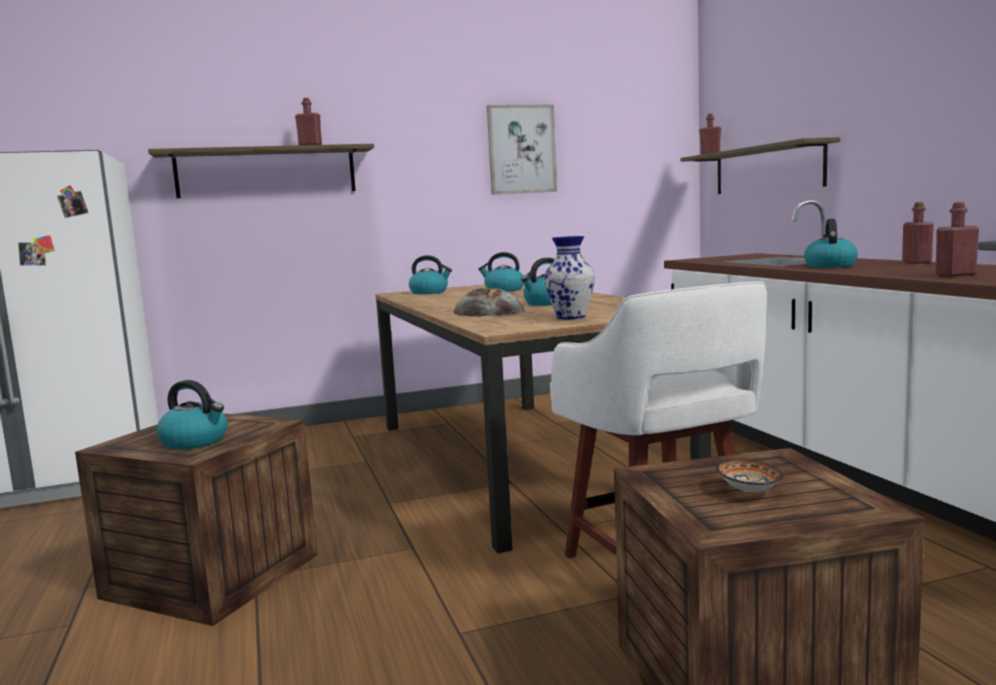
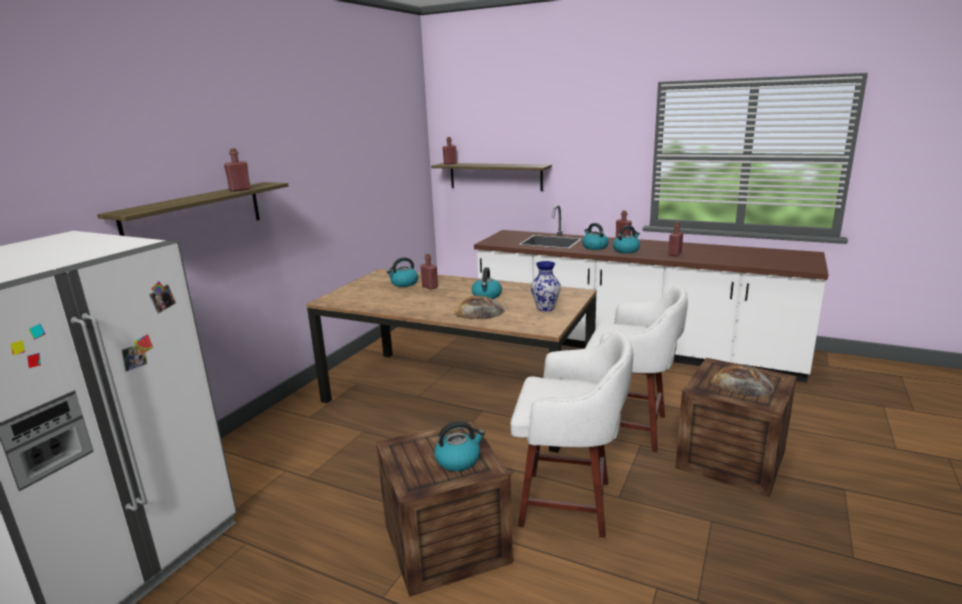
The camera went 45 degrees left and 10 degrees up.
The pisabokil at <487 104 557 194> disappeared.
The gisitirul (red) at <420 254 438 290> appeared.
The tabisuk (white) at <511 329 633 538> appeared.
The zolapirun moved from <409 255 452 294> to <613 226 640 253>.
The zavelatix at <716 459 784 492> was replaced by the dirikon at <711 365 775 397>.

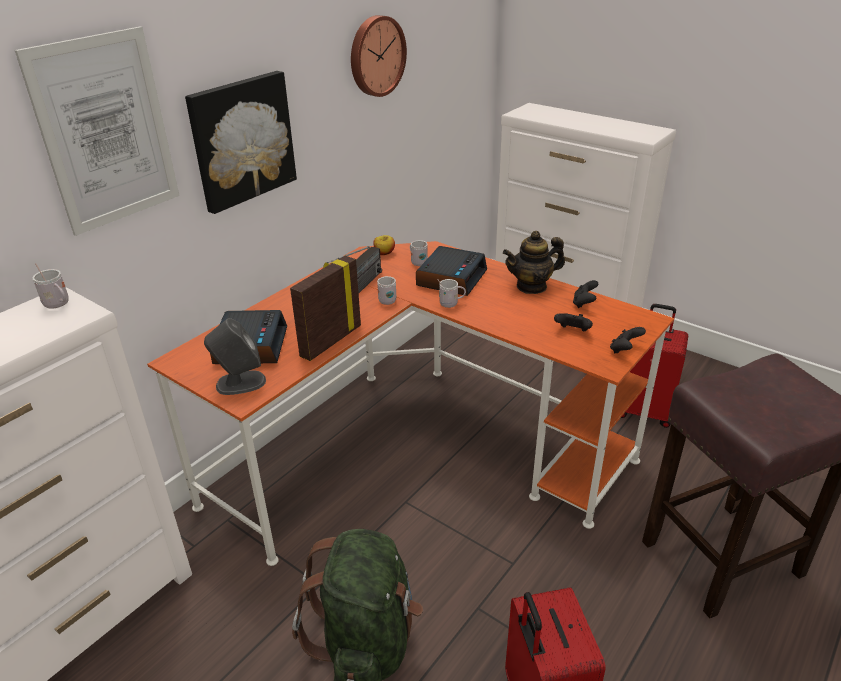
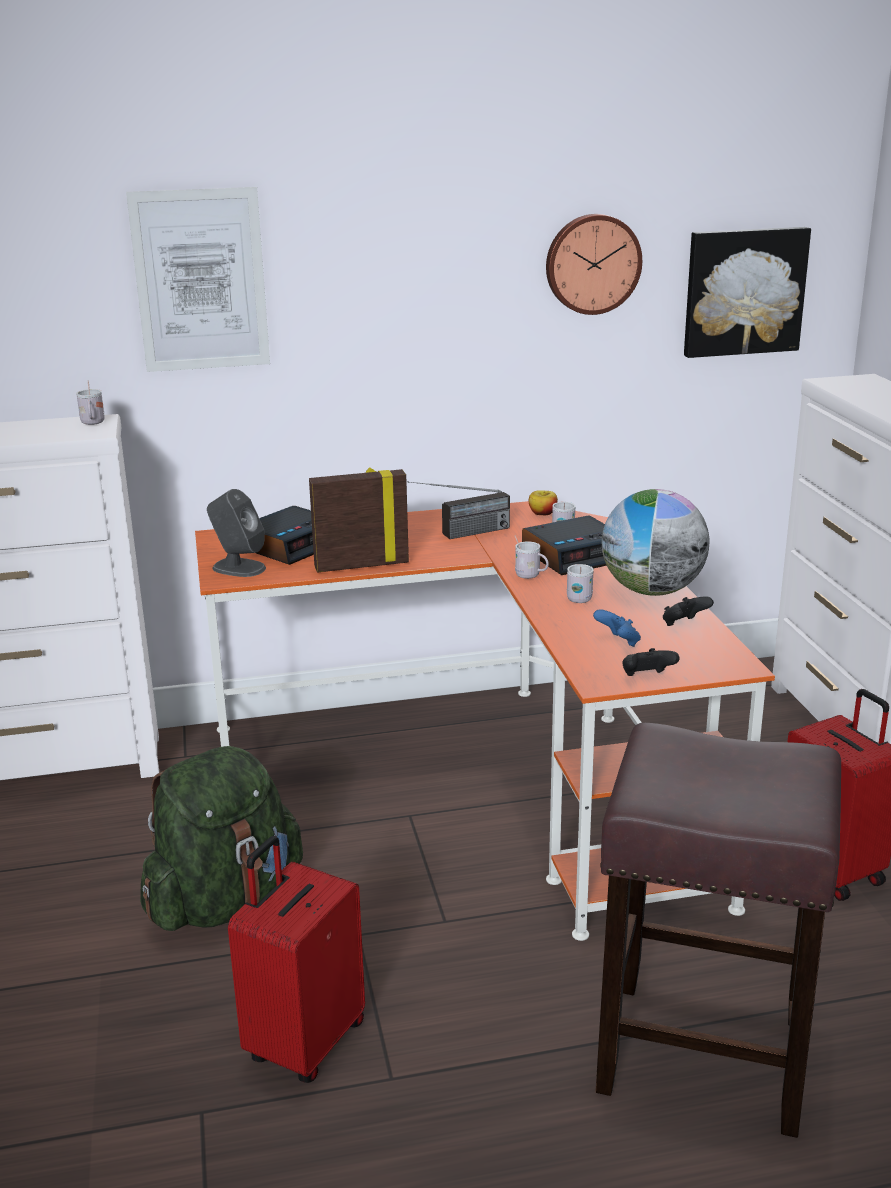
The camera went 40 degrees right and 10 degrees down.
The pisabokil moved from <185 71 297 214> to <684 227 811 358>.
The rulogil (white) moved from <377 276 397 305> to <567 564 594 603>.
The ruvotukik at <503 231 565 294> was replaced by the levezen at <602 489 709 596>.
The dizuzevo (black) at <554 313 593 331> became the dizuzevo (blue) at <593 609 641 647>.

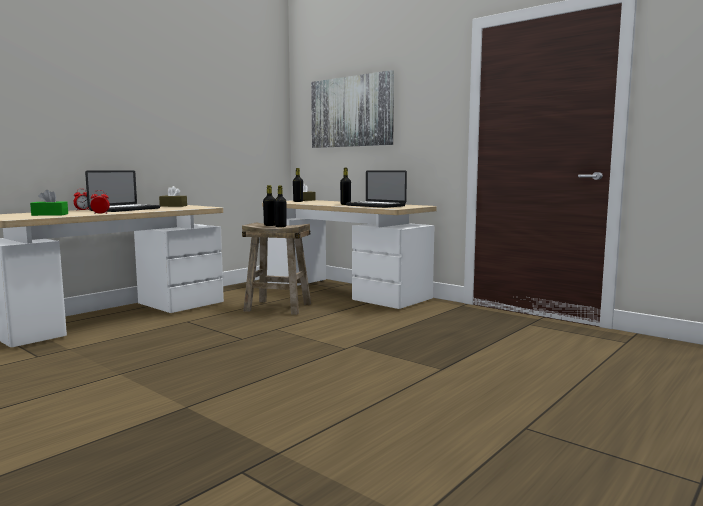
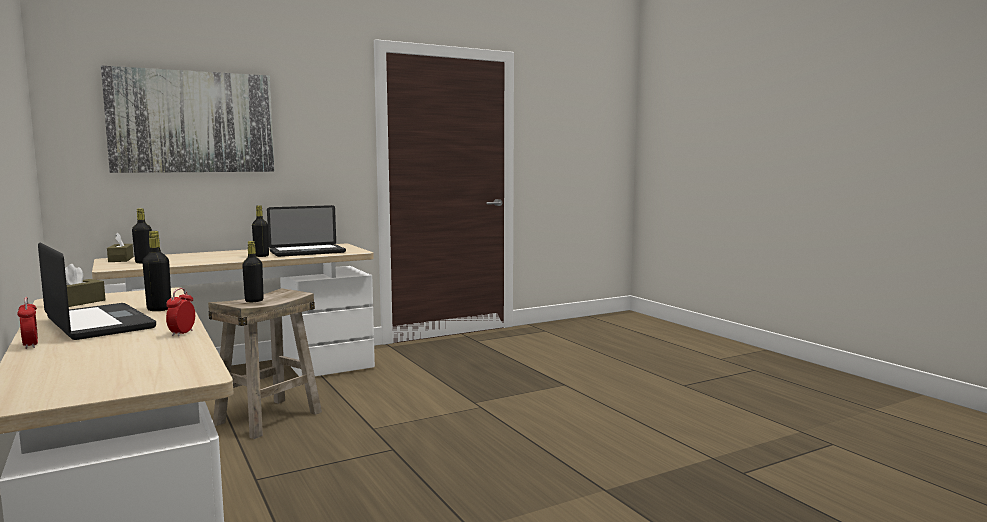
The camera went 70 degrees left and 0 degrees up.
The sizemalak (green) at <30 190 68 216> disappeared.
The gisitirul (black) moved from <274 186 287 227> to <142 231 171 311>.

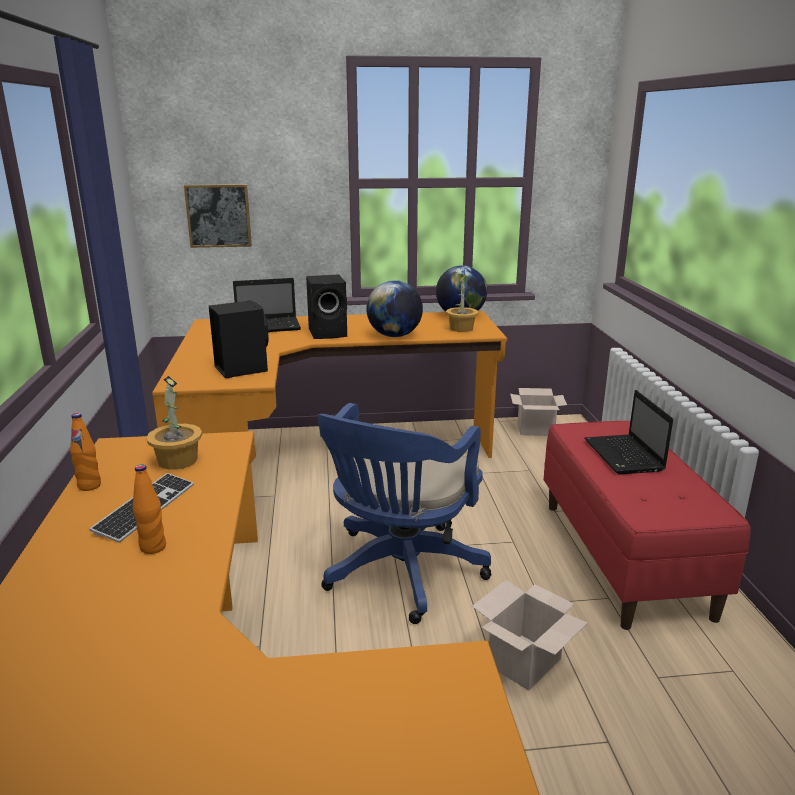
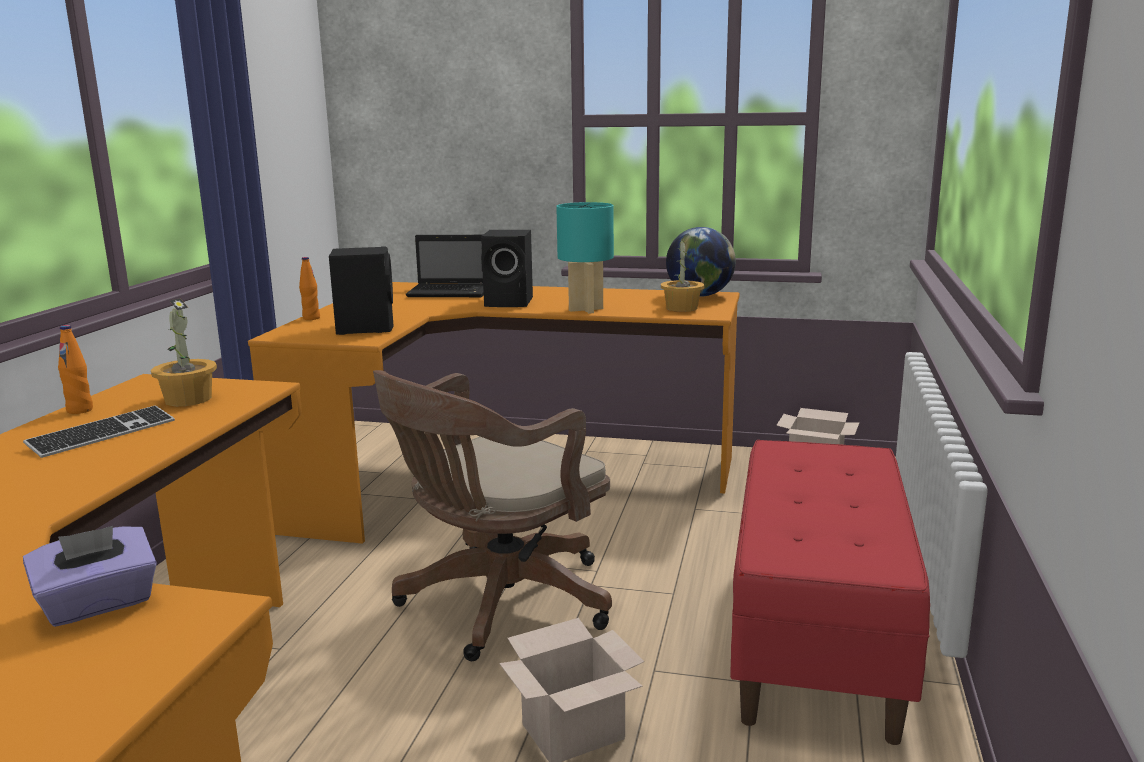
The camera went 20 degrees right and 5 degrees down.
The pisabokil at <184 184 252 248> disappeared.
The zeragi at <584 390 673 474> disappeared.
The sizemalak (purple) at <23 526 157 627> appeared.
The gisitirul (orange) moved from <133 465 166 554> to <299 257 320 320>.
The levezen at <366 280 423 337> was replaced by the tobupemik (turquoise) at <556 202 614 314>.
The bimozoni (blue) at <318 403 491 624> became the bimozoni (brown) at <373 370 612 661>.

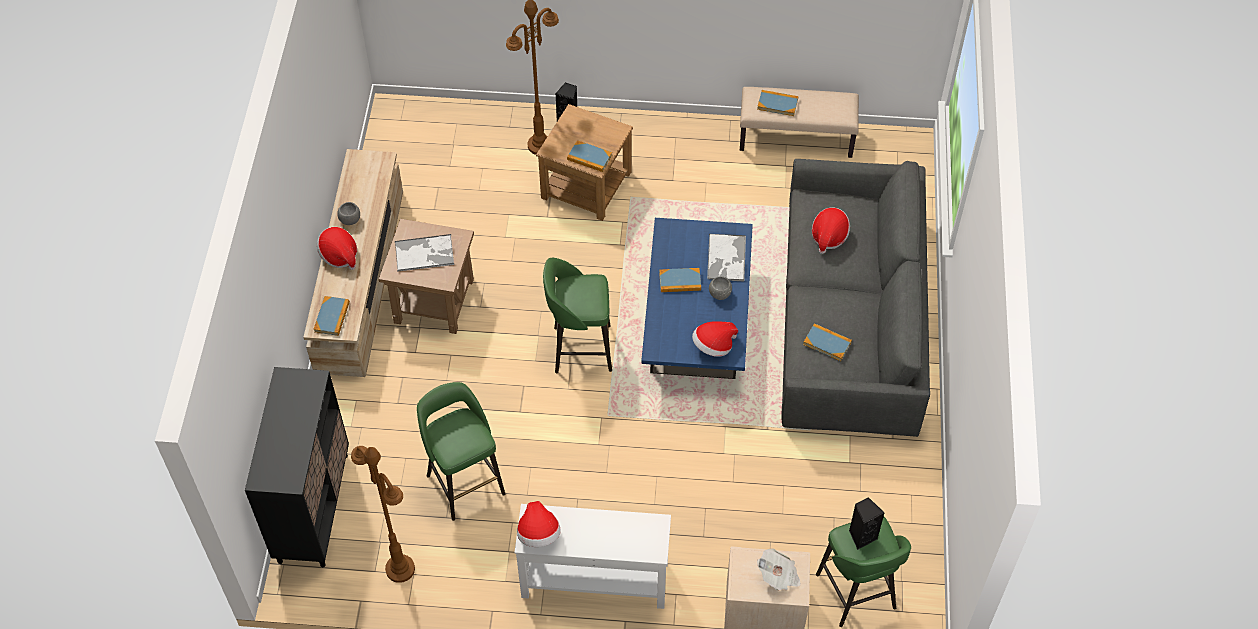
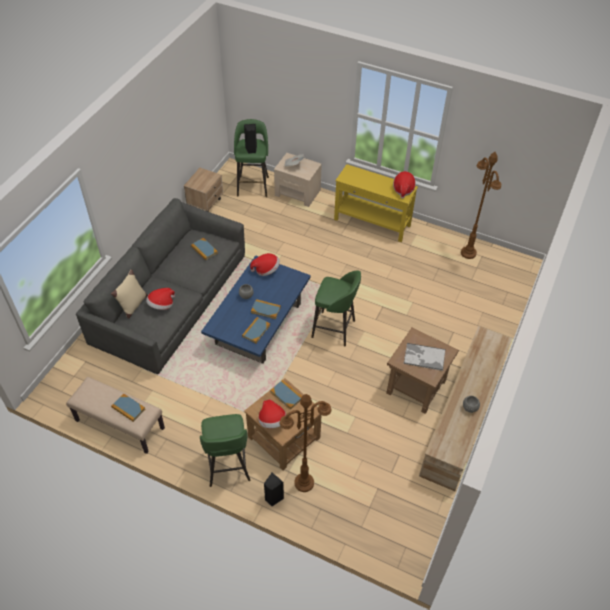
The camera went 160 degrees left and 5 degrees down.
The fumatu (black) at <245 367 349 567> disappeared.
The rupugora at <707 234 746 282> disappeared.
The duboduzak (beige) at <111 269 148 319> appeared.
The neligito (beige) at <184 168 223 212> appeared.
The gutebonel moved from <314 296 350 336> to <242 317 270 343>.
The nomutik moved from <317 227 357 270> to <258 399 286 428>.
The tabisuk (green) moved from <417 382 505 521> to <200 414 250 487>.
The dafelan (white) at <514 504 671 609> became the dafelan (yellow) at <334 164 418 242>.

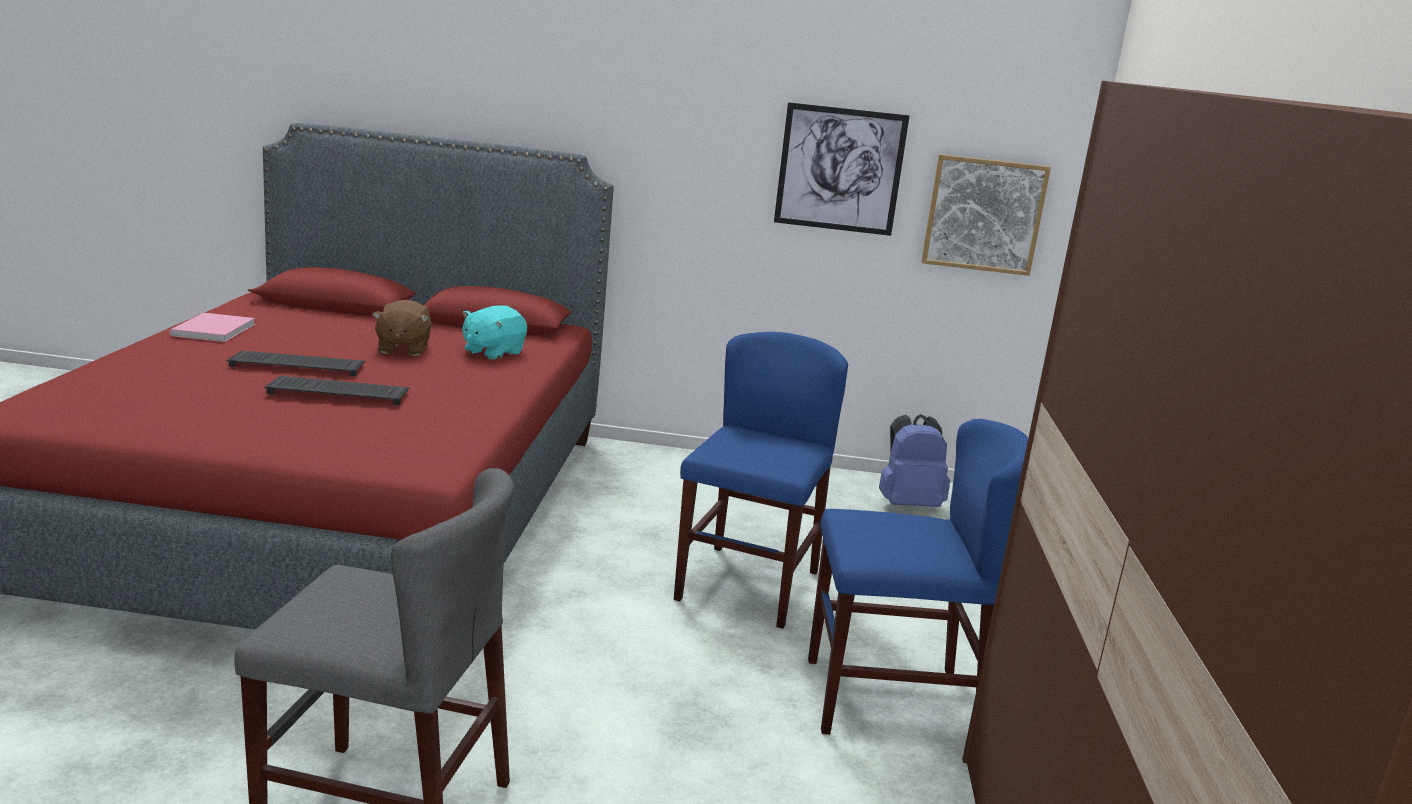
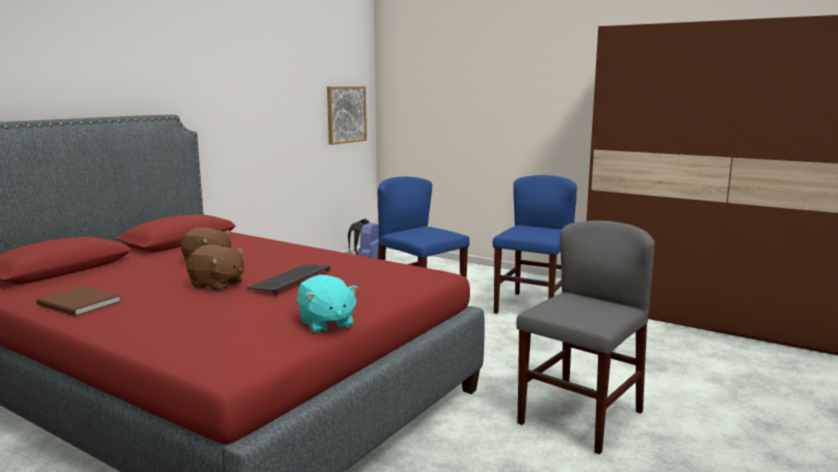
The camera went 60 degrees left and 5 degrees down.
The pisabokil at <774 102 909 236> disappeared.
The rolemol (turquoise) moved from <462 305 527 360> to <297 275 358 333>.
The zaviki at <227 351 365 376> was replaced by the rolemol (brown) at <186 245 244 291>.
The gutebonel (pink) at <169 313 255 342> became the gutebonel (brown) at <36 286 121 316>.

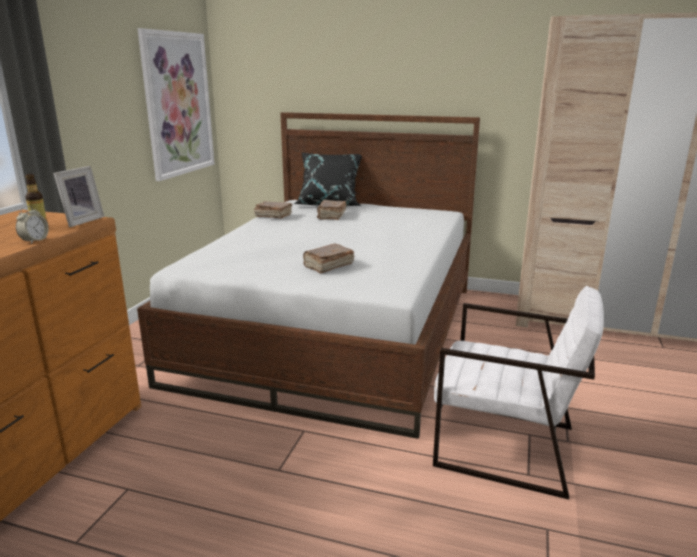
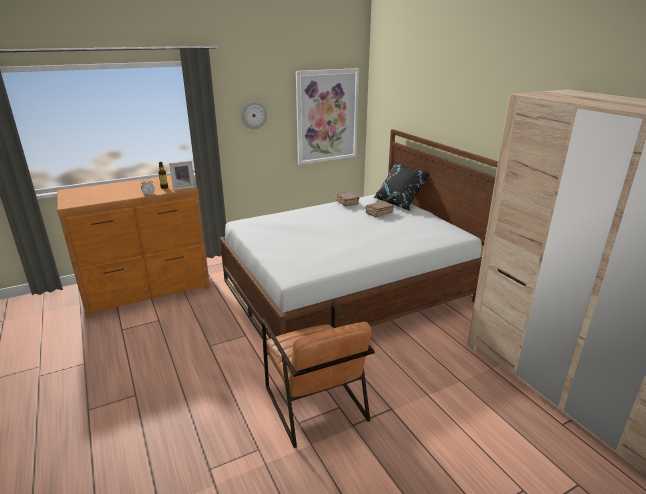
The camera went 45 degrees right and 5 degrees up.
The gutebonel (brown) at <303 243 354 274> disappeared.
The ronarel at <242 101 267 129> appeared.
The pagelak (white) at <433 286 604 500> became the pagelak (brown) at <261 302 375 448>.

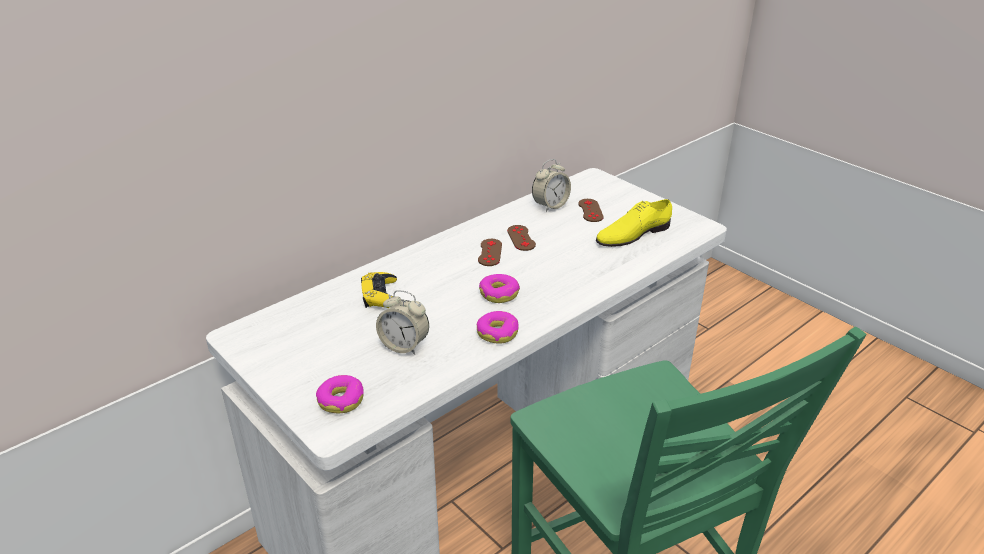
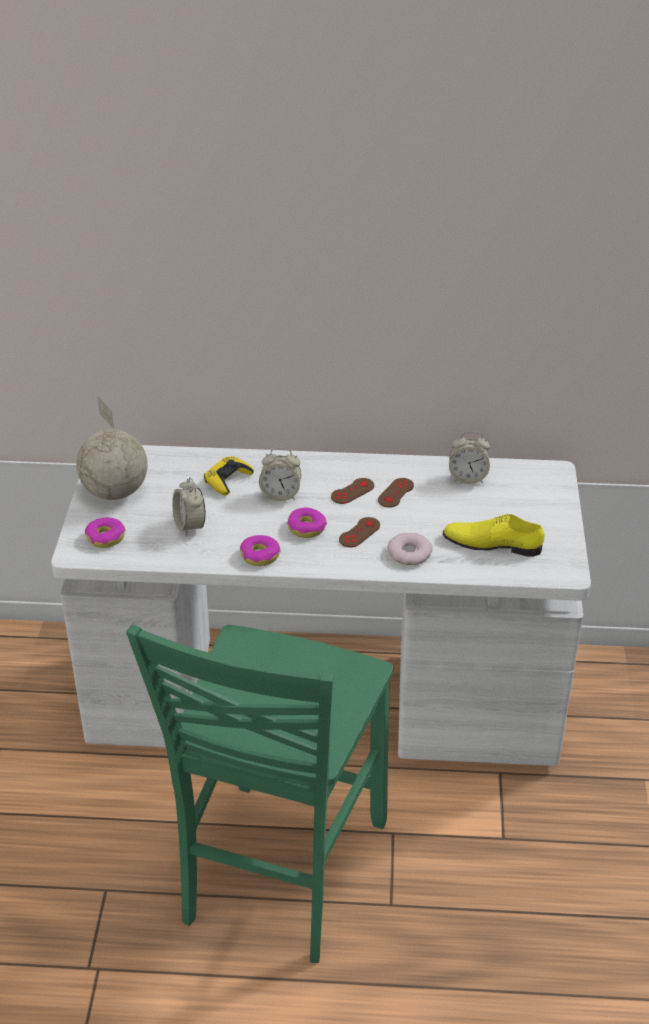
The camera went 45 degrees right and 5 degrees up.
The levezen at <76 395 148 500> appeared.
The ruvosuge at <259 448 301 501> appeared.
The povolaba at <387 533 432 565> appeared.
The dizuzevo (brown) moved from <578 199 604 222> to <339 517 380 547>.

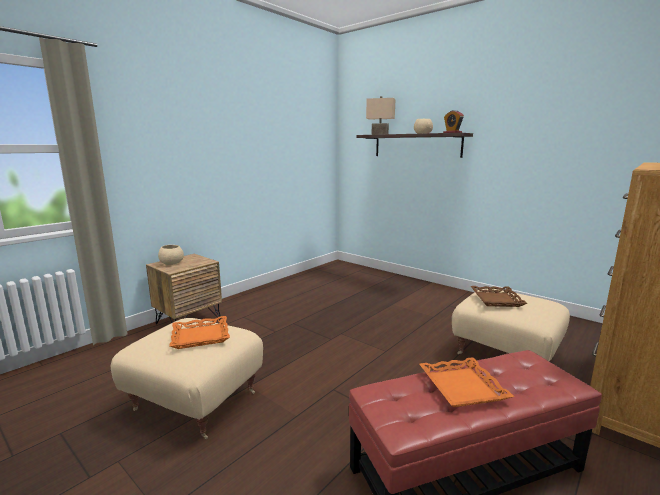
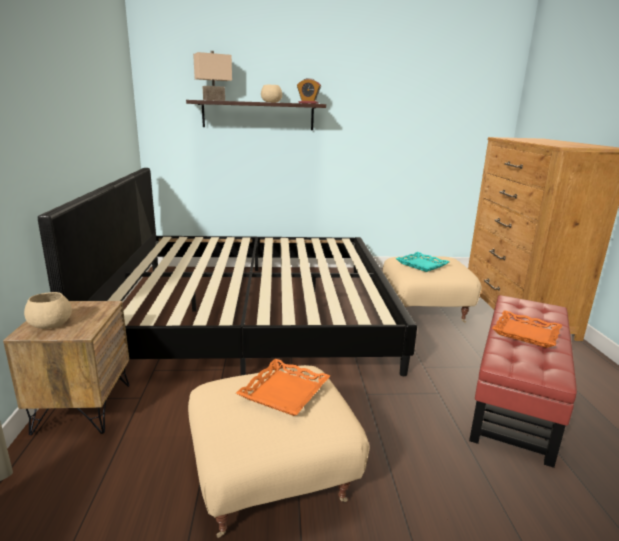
The camera went 45 degrees left and 5 degrees up.
The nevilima at <38 168 417 376> appeared.
The rupugora (brown) at <471 286 528 307> became the rupugora (turquoise) at <396 252 449 272>.

